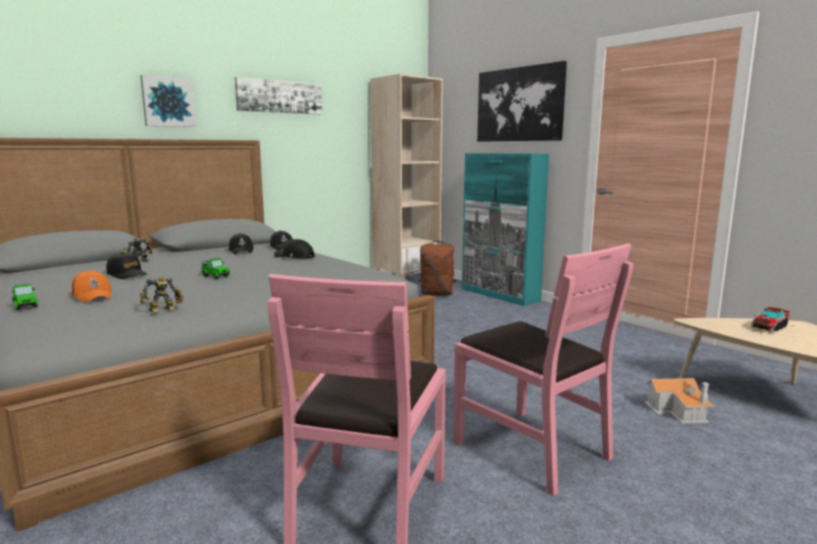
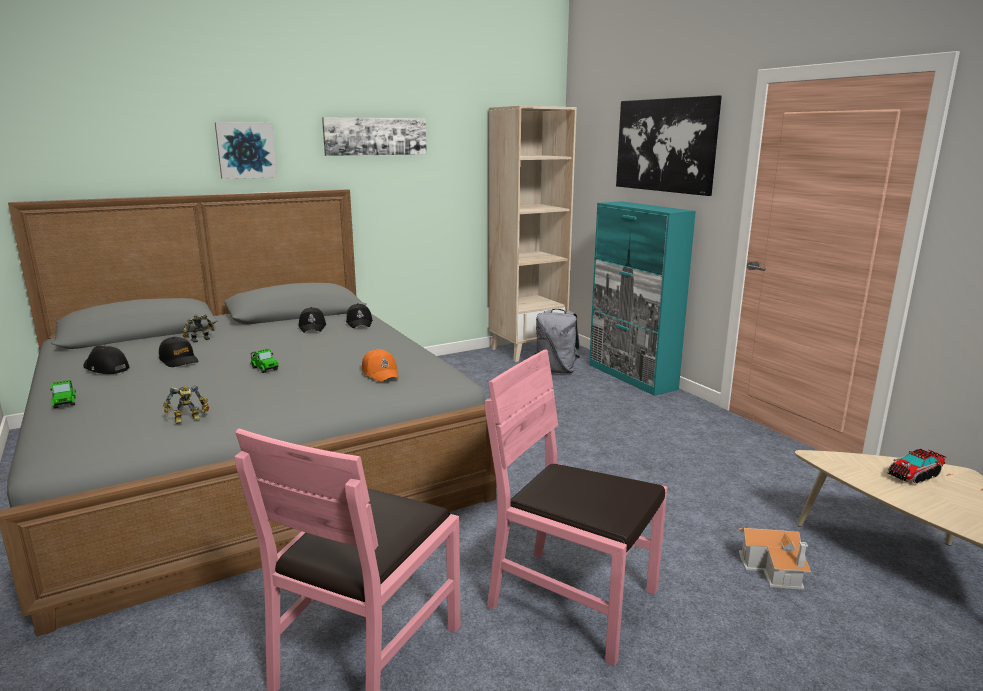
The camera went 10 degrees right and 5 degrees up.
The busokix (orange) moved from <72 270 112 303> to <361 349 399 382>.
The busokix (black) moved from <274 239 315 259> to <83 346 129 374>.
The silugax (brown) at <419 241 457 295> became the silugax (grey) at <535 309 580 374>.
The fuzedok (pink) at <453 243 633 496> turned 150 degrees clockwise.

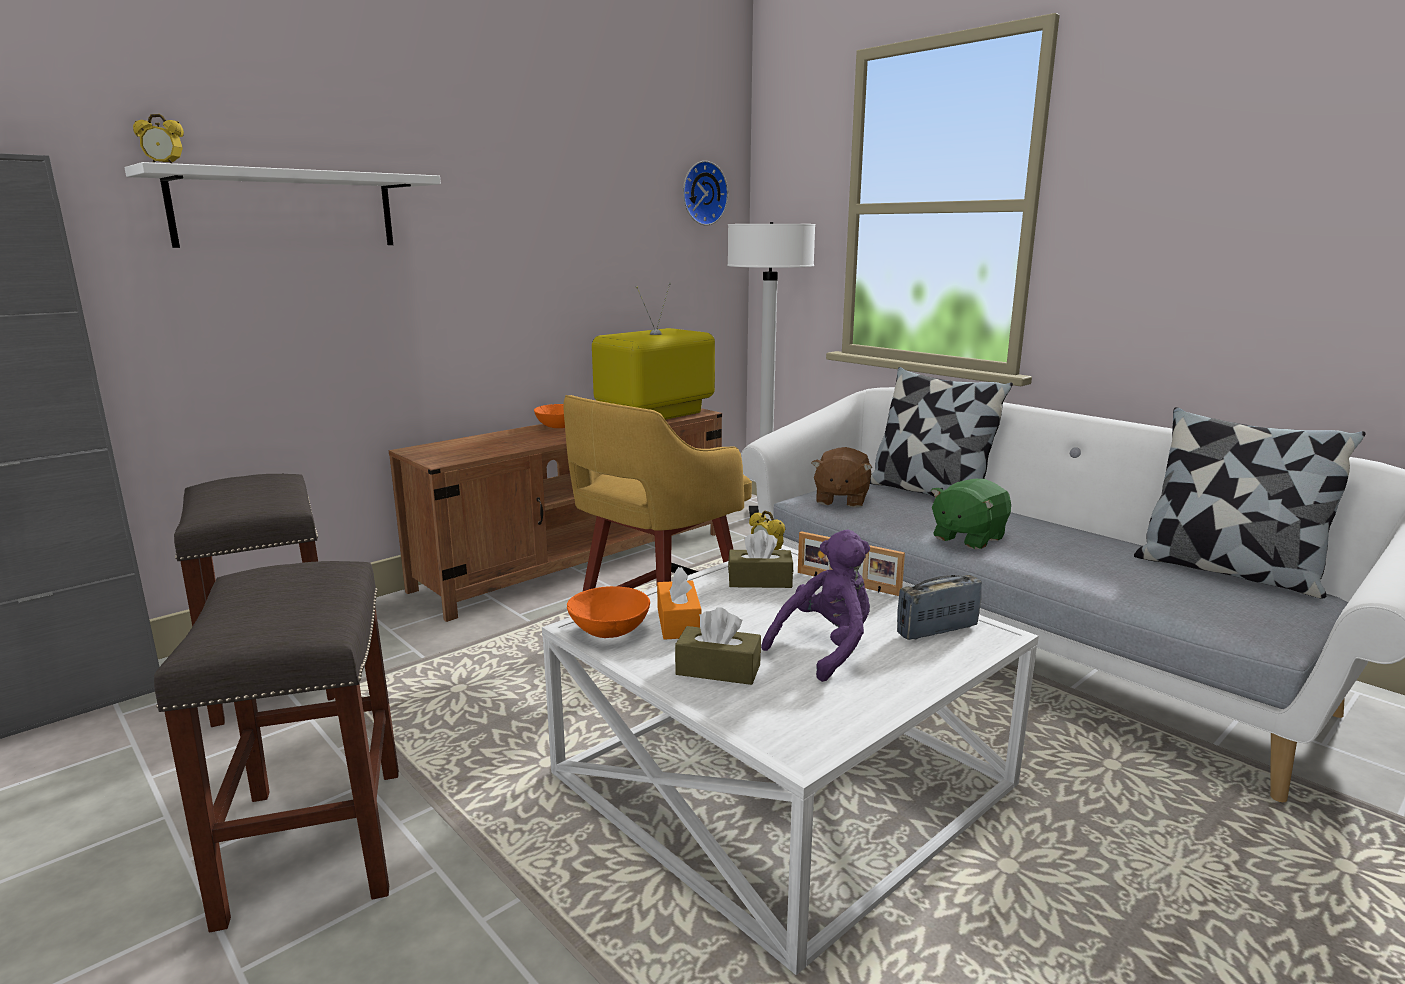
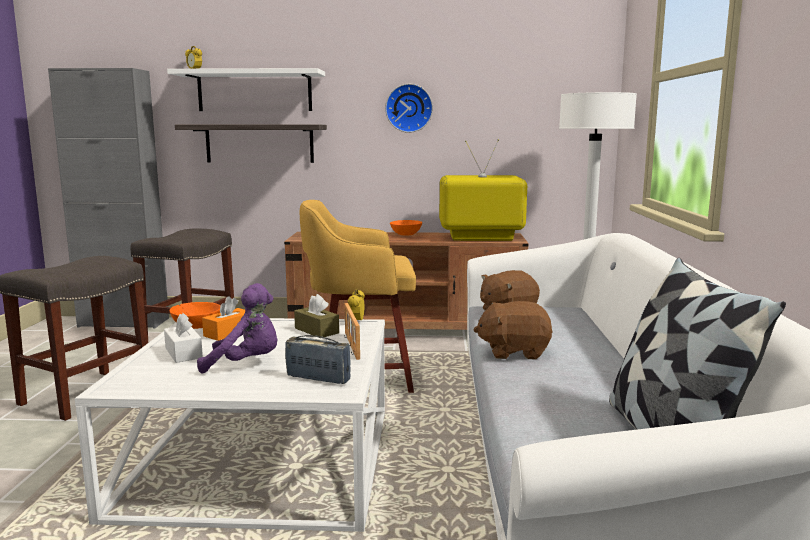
The camera went 45 degrees right and 5 degrees down.
The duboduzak at <870 367 1013 497> disappeared.
The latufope at <175 125 327 163> appeared.
The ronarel moved from <683 161 728 226> to <385 84 433 133>.
The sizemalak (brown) at <675 607 761 685> became the sizemalak (white) at <164 313 203 363>.
The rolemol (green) at <931 479 1011 549> became the rolemol (brown) at <474 301 552 360>.

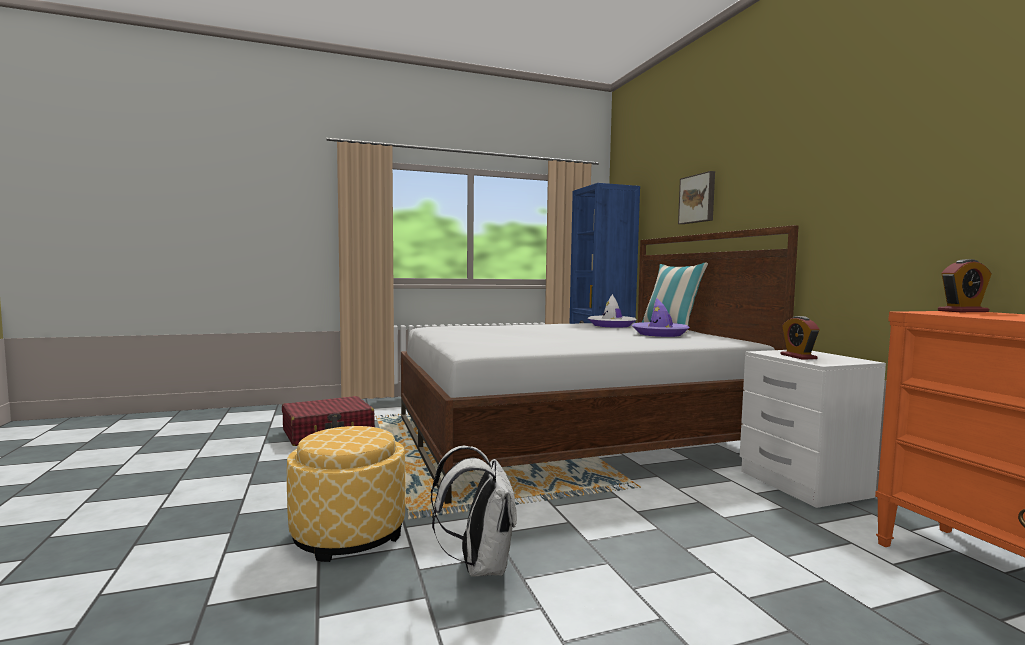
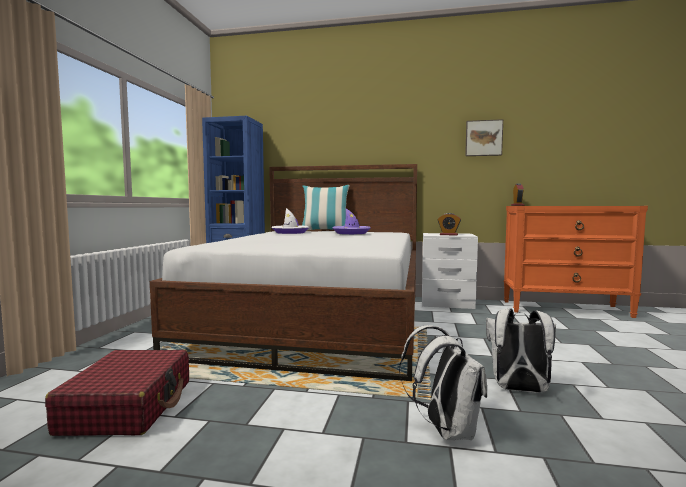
The camera went 60 degrees left and 0 degrees up.
The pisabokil moved from <678 171 715 224> to <465 119 503 156>.
The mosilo at <287 426 406 562> was replaced by the silugax (white) at <399 325 487 440>.

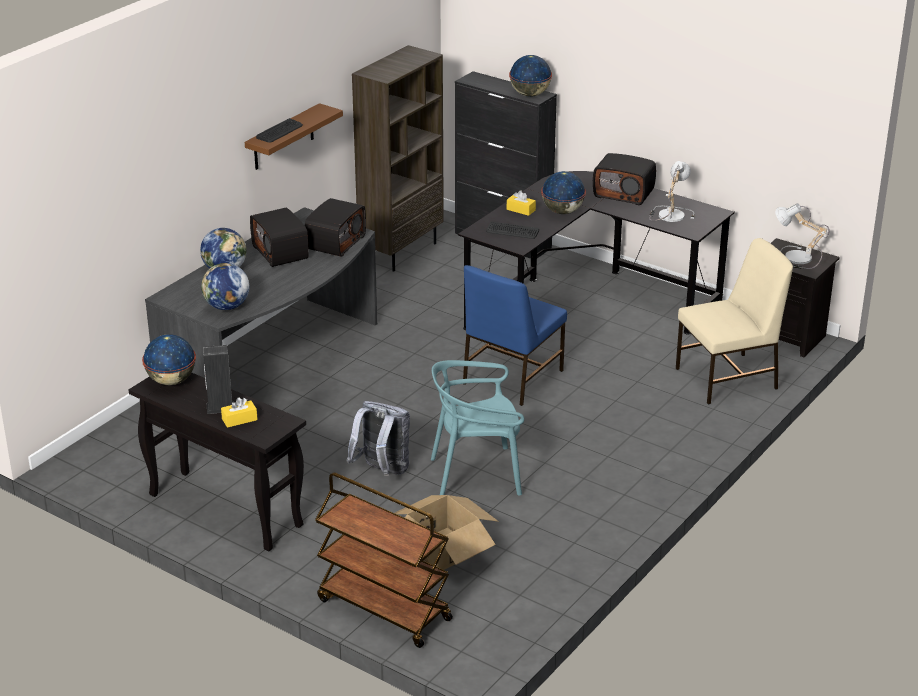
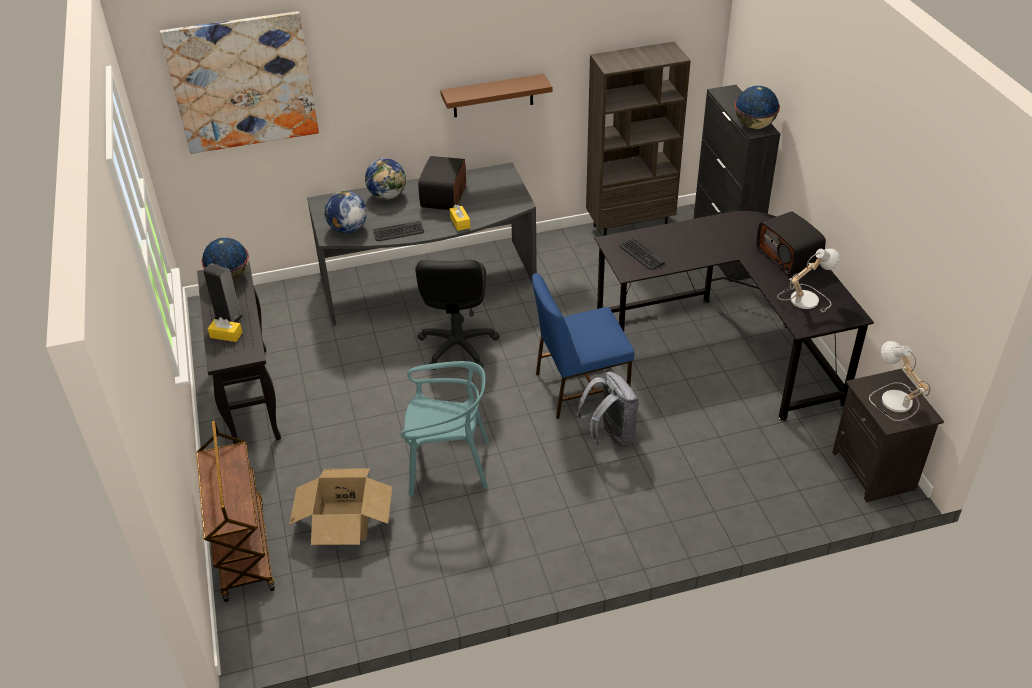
The camera went 40 degrees right and 10 degrees up.
The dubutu at <305 198 366 257> disappeared.
The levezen at <541 171 586 214> disappeared.
The fuzedok (beige) at <676 238 793 404> disappeared.
The pisabokil at <160 11 319 154> appeared.
The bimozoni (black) at <415 260 500 370> appeared.
The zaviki moved from <256 118 303 143> to <373 221 424 241>.
The silugax (grey) moved from <347 401 410 476> to <576 372 639 448>.
The sizemalak (yellow) moved from <507 190 536 216> to <450 205 470 231>.
The fuzedok (turquoise) at <431 360 524 496> turned 150 degrees clockwise.

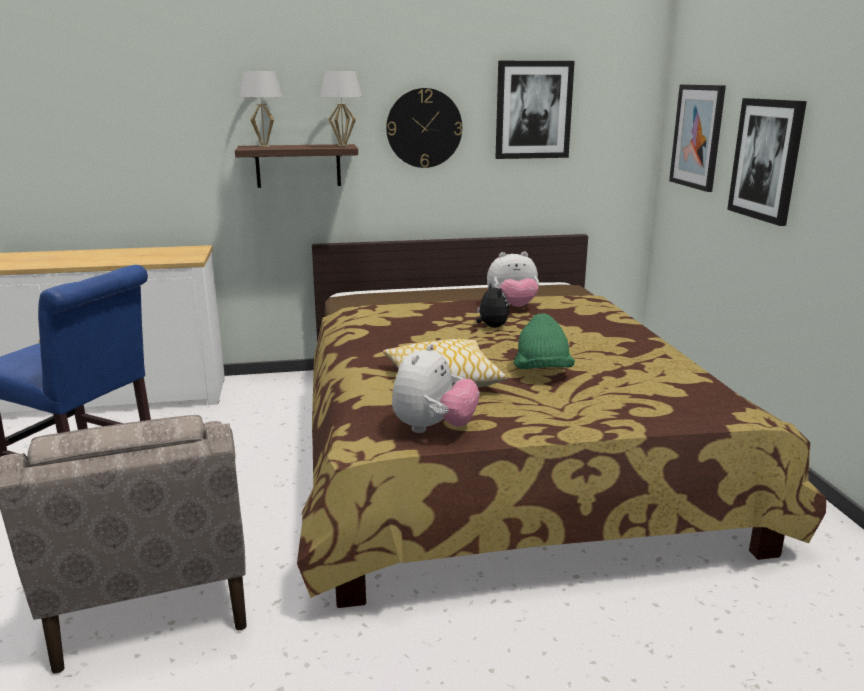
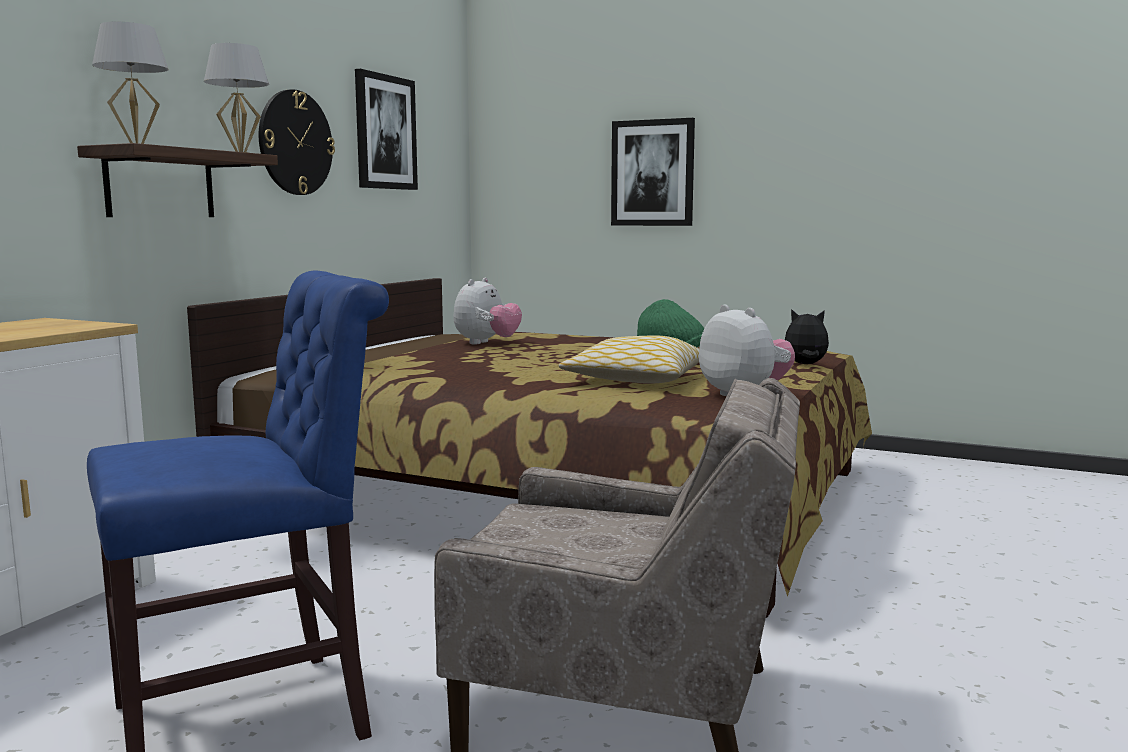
The camera went 55 degrees left and 10 degrees down.
The pisabokil at <669 85 726 192> disappeared.
The rolemol moved from <476 282 509 328> to <785 309 829 364>.

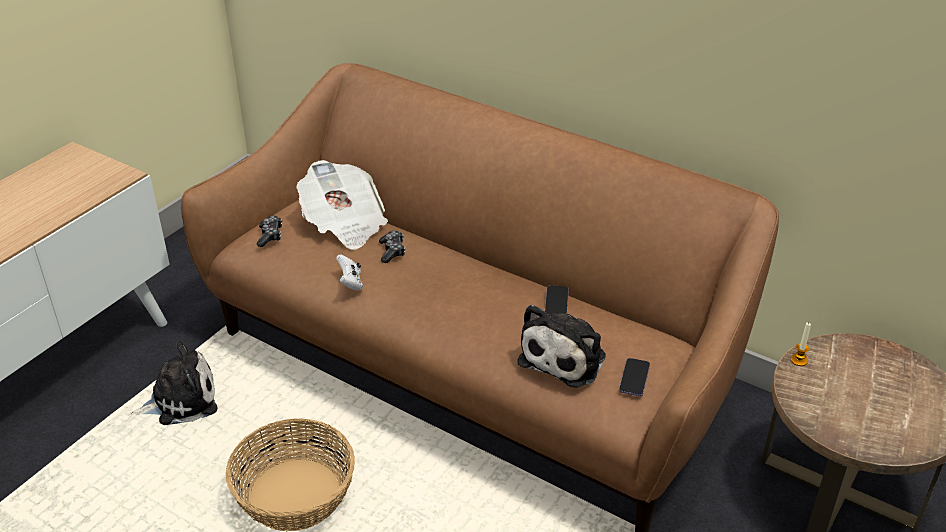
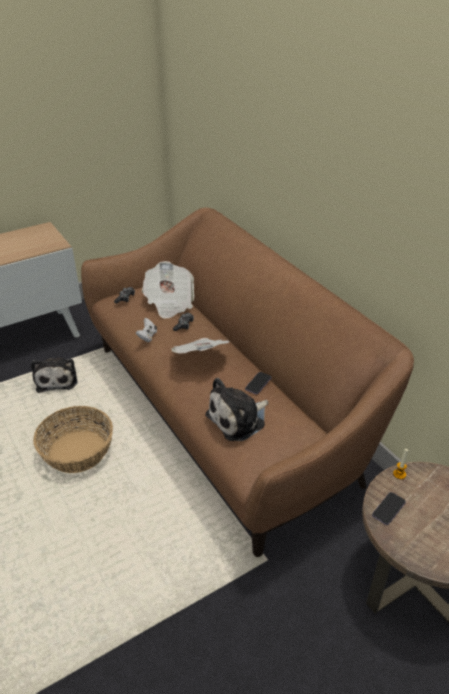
The camera went 25 degrees right and 0 degrees up.
The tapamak at <171 338 230 353> appeared.
The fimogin moved from <619 358 650 396> to <372 492 406 525>.
The rolemol at <130 341 217 425> turned 75 degrees clockwise.

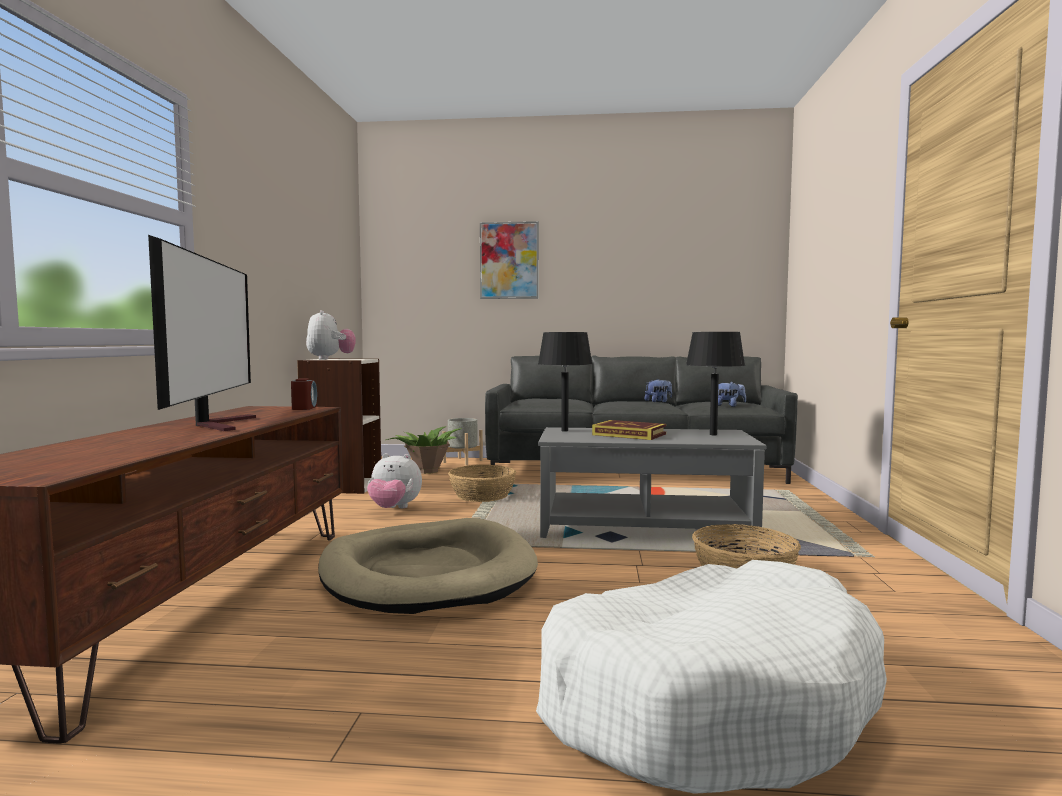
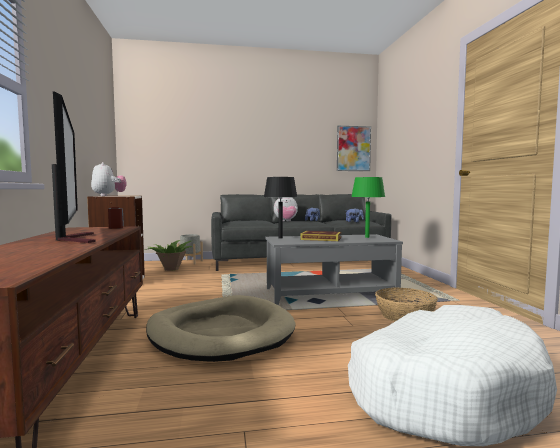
The camera went 15 degrees left and 0 degrees up.
The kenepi at <448 465 516 502> disappeared.
The rolemol moved from <367 453 422 508> to <274 197 298 222>.
The pisabokil moved from <480 221 539 299> to <337 126 371 171>.
The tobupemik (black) at <686 332 745 435> became the tobupemik (green) at <351 177 385 238>.

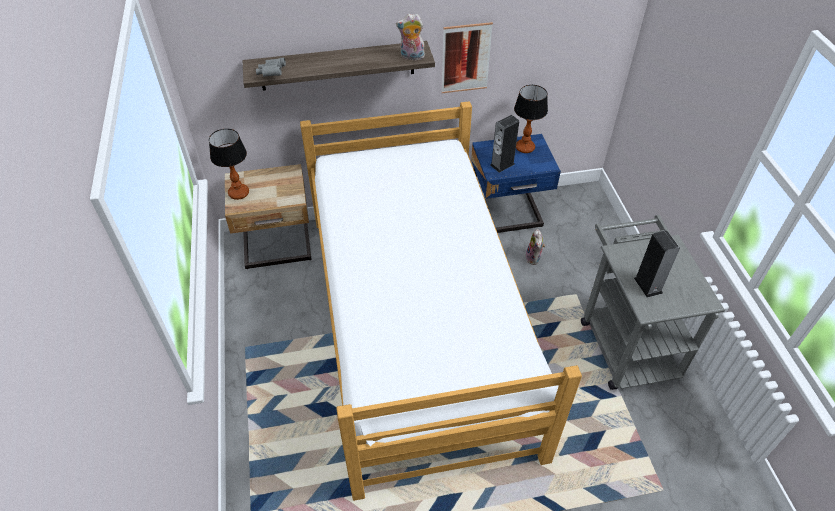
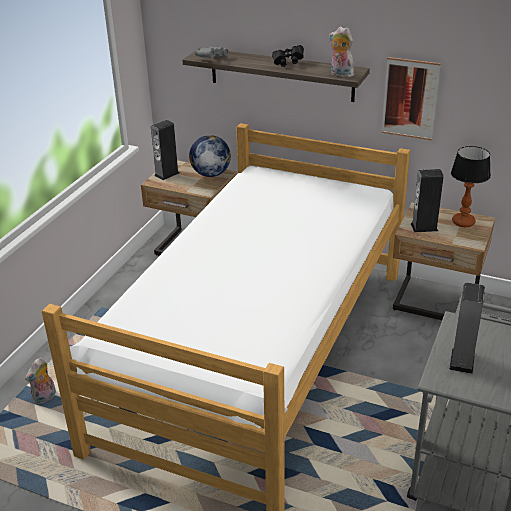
The camera went 35 degrees right and 15 degrees down.
The levezen at <189 135 231 177> appeared.
The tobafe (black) at <272 45 304 67> appeared.
The rolemol moved from <525 229 545 265> to <25 357 56 404>.
The tobupemik at <209 129 249 200> was replaced by the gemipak at <151 120 179 180>.
The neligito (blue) at <471 134 561 233> became the neligito (beige) at <393 203 495 320>.

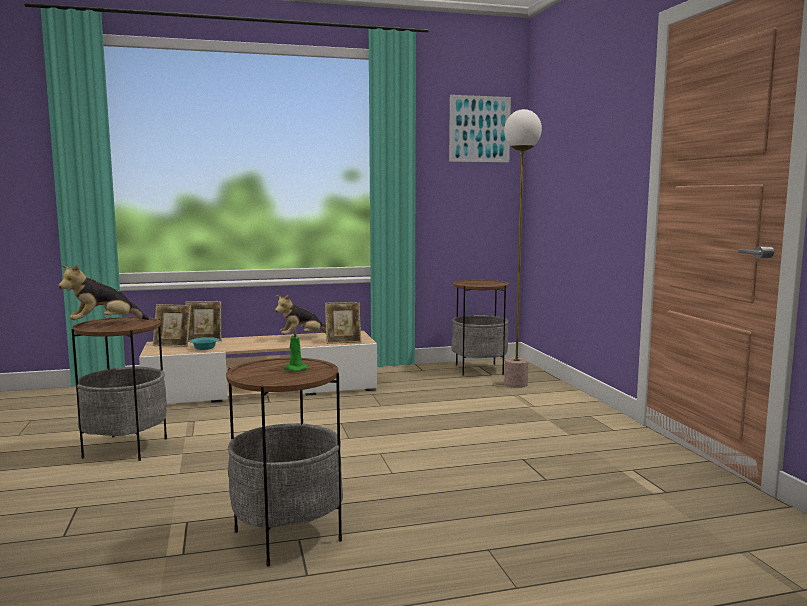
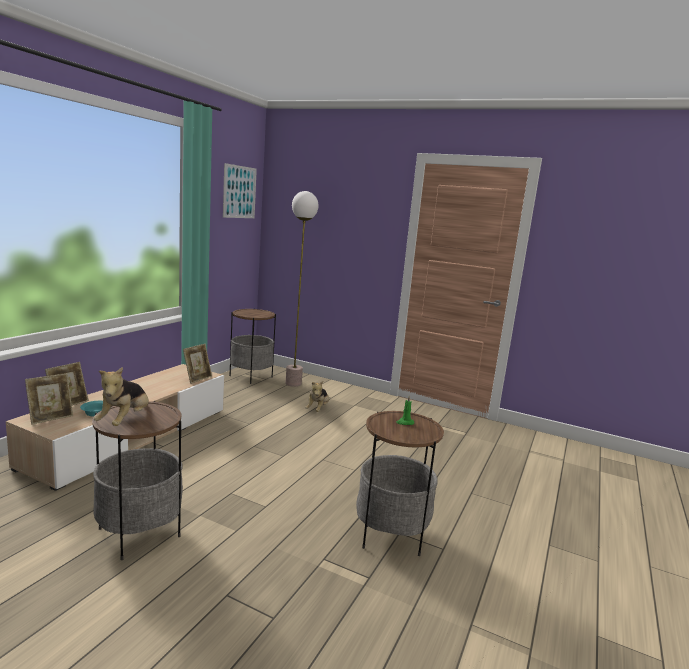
The camera went 50 degrees left and 5 degrees up.
The rolemol moved from <275 295 326 335> to <305 381 329 412>.

